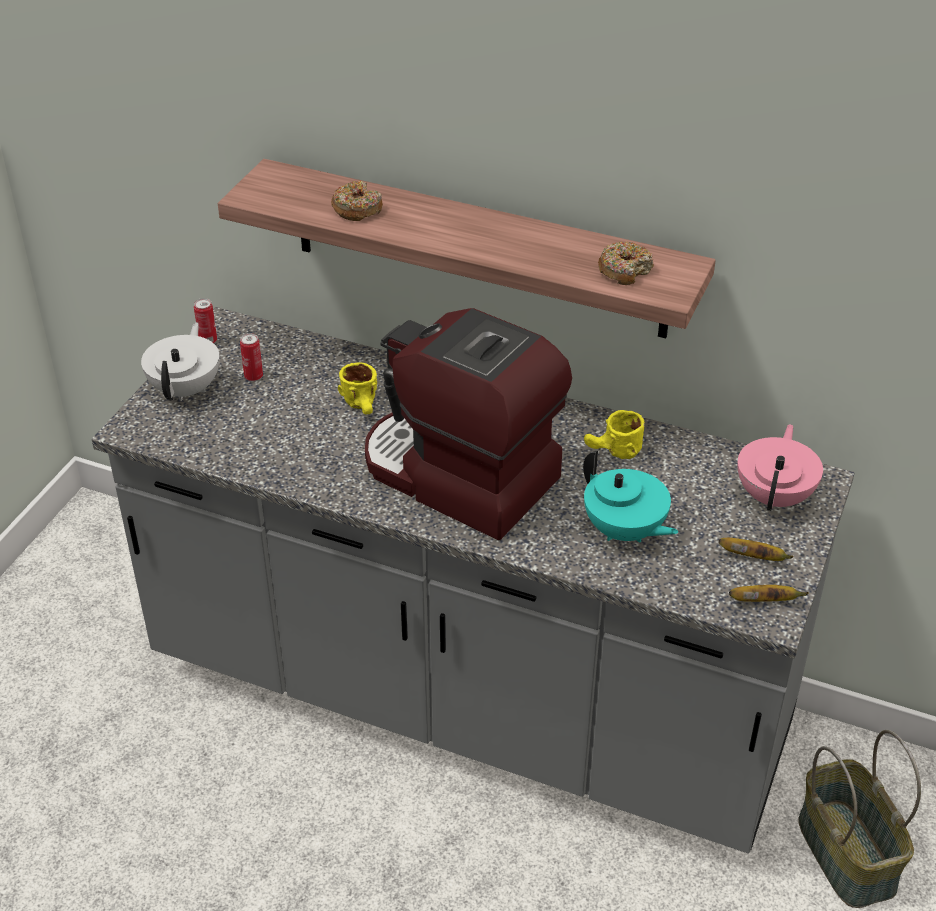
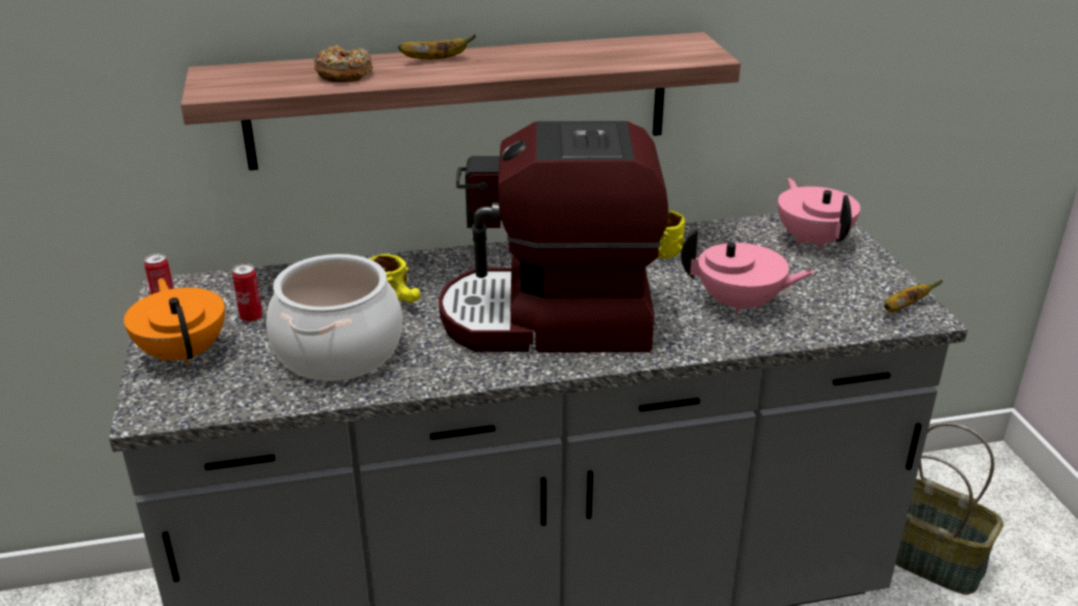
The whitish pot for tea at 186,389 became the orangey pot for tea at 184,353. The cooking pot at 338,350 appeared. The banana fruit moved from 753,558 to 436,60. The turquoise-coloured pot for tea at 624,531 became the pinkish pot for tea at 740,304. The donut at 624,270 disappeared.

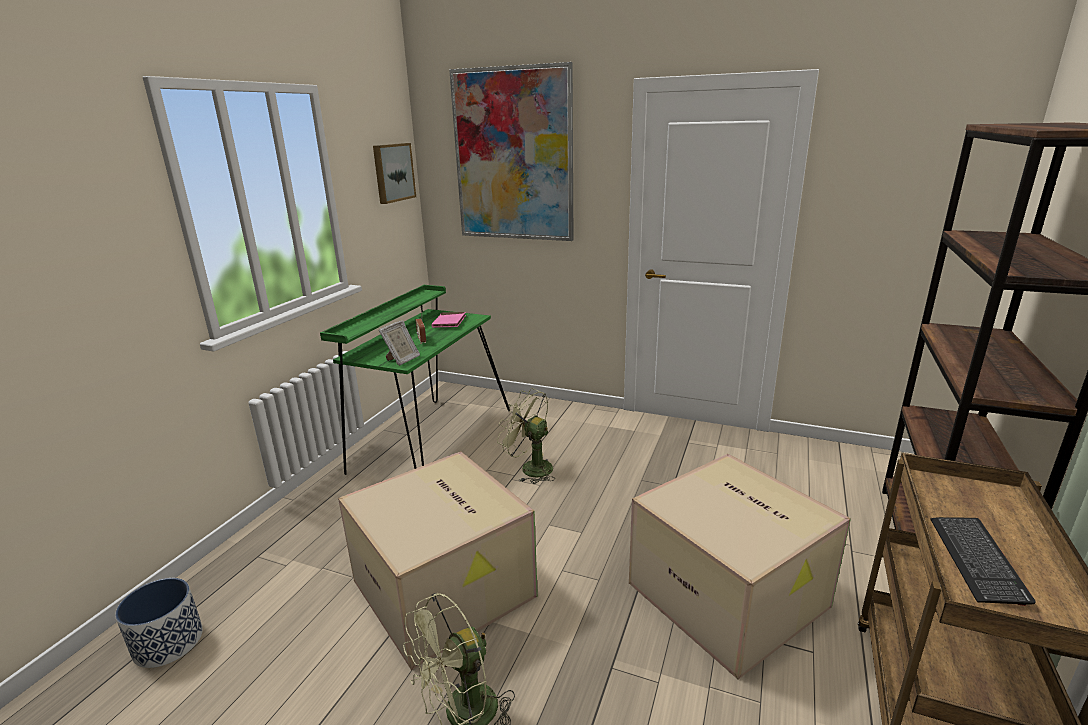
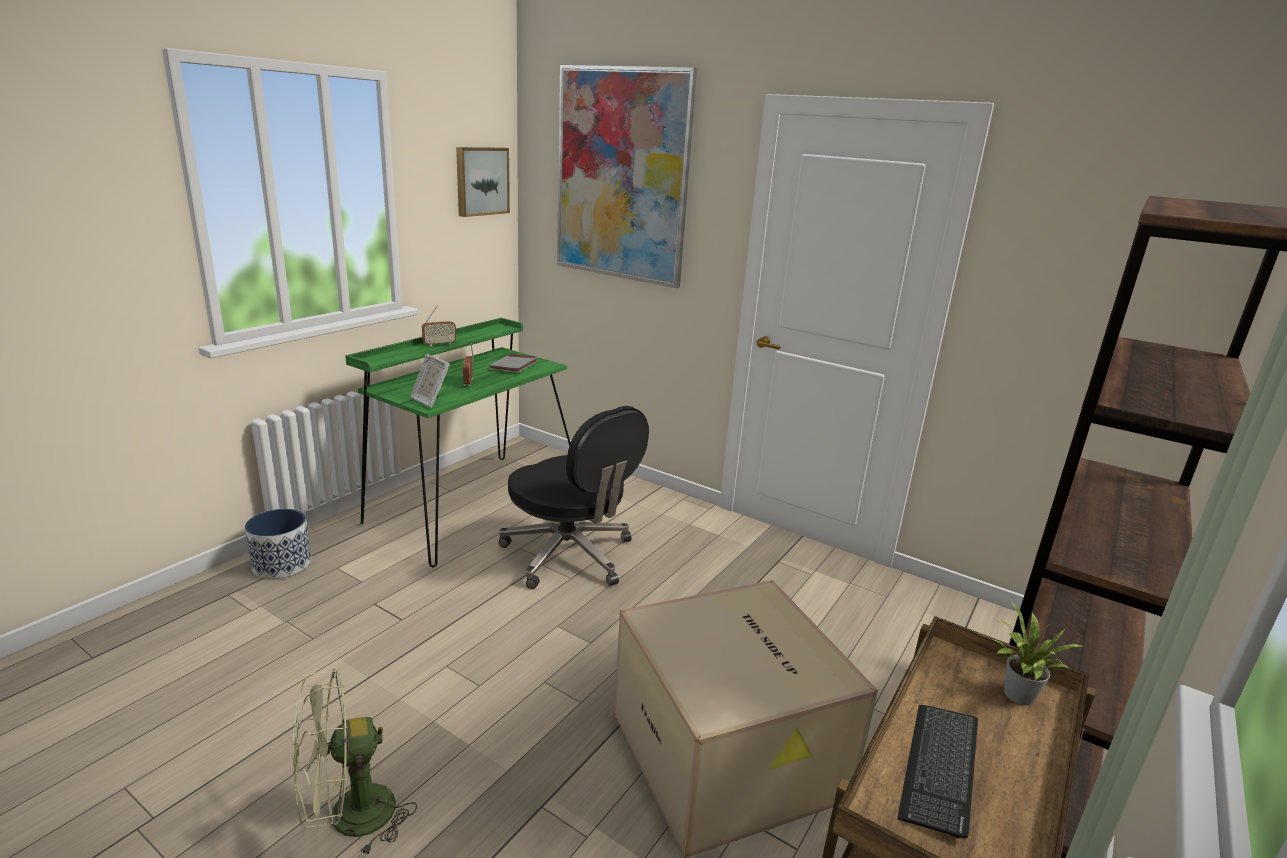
The plant pot moved from 168,642 to 282,564. The standing frame at 402,360 turned 90 degrees clockwise. The radio receiver at 439,344 appeared. The pinkish bound book at 449,322 became the grey bound book at 514,366. The greenish cooling fan at 530,468 was replaced by the black desk chair at 570,555. The plant in a pot at 1016,695 appeared. The cardboard box at 446,588 disappeared.

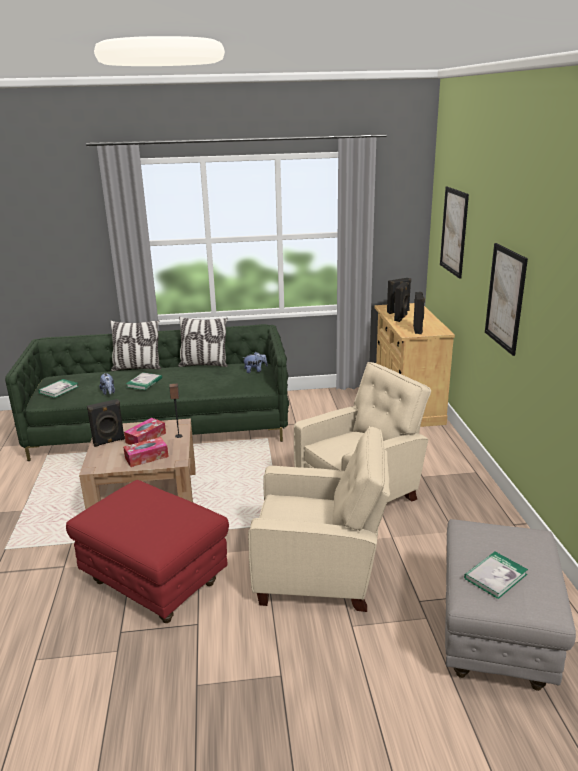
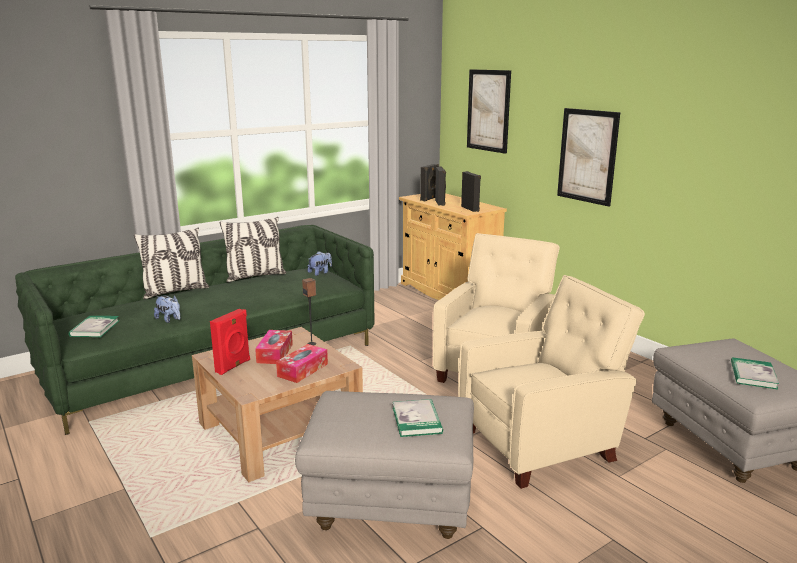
The black audio speaker at 109,442 became the reddish audio speaker at 234,366. The reddish pouffe at 153,583 became the grey pouffe at 389,507. The bound book moved from 144,382 to 417,420.

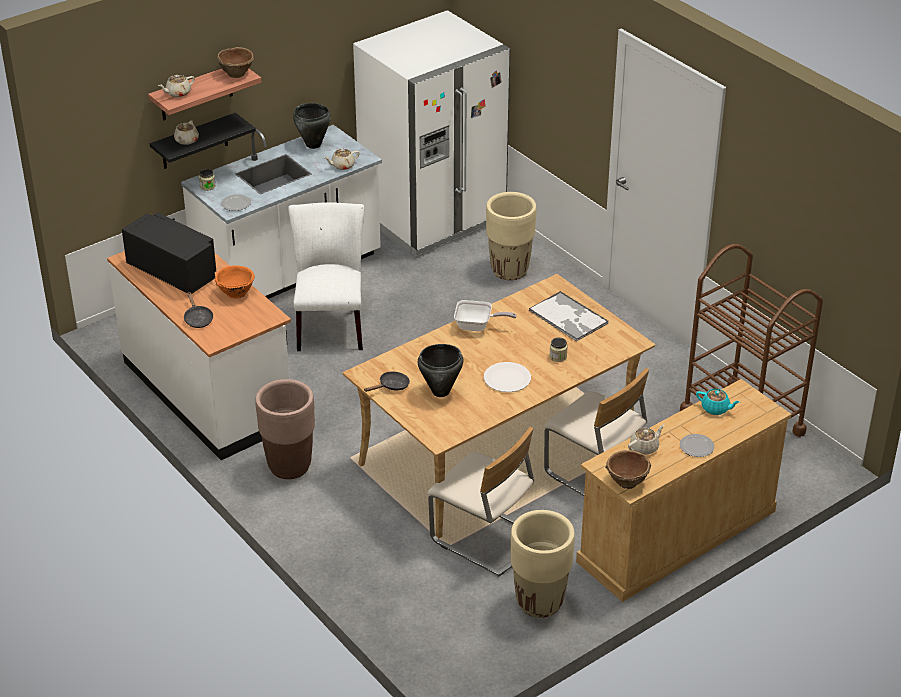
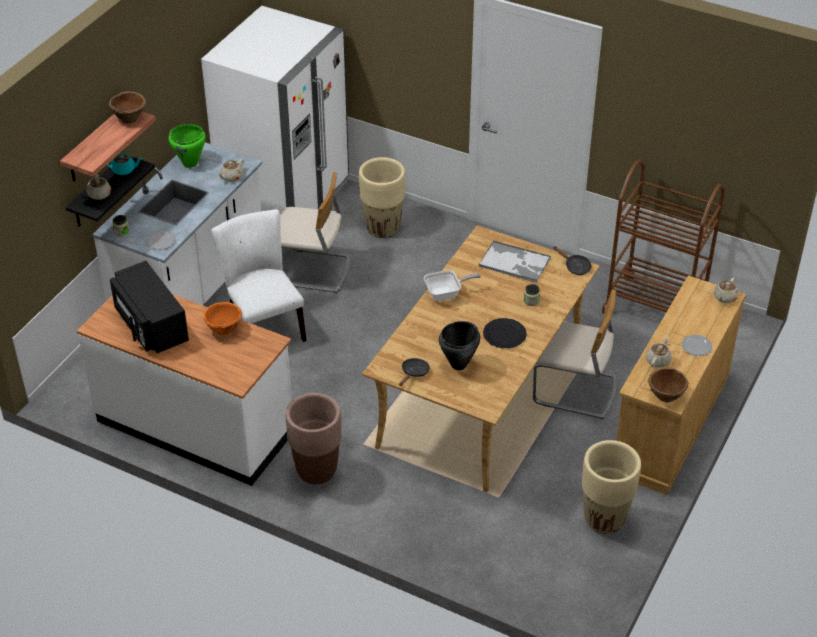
The turquoise-coloured pot for tea moved from 716,409 to 124,170. The black microwave oven at 173,271 turned 135 degrees counterclockwise. The black cooking pot at 313,145 became the greenish cooking pot at 190,163. The sand-coloured plain chair moved from 485,539 to 311,271. The whitish plate at 507,378 became the black plate at 504,334. The black frying pan moved from 197,319 to 575,267. The sand-coloured pot for tea moved from 178,93 to 724,297.

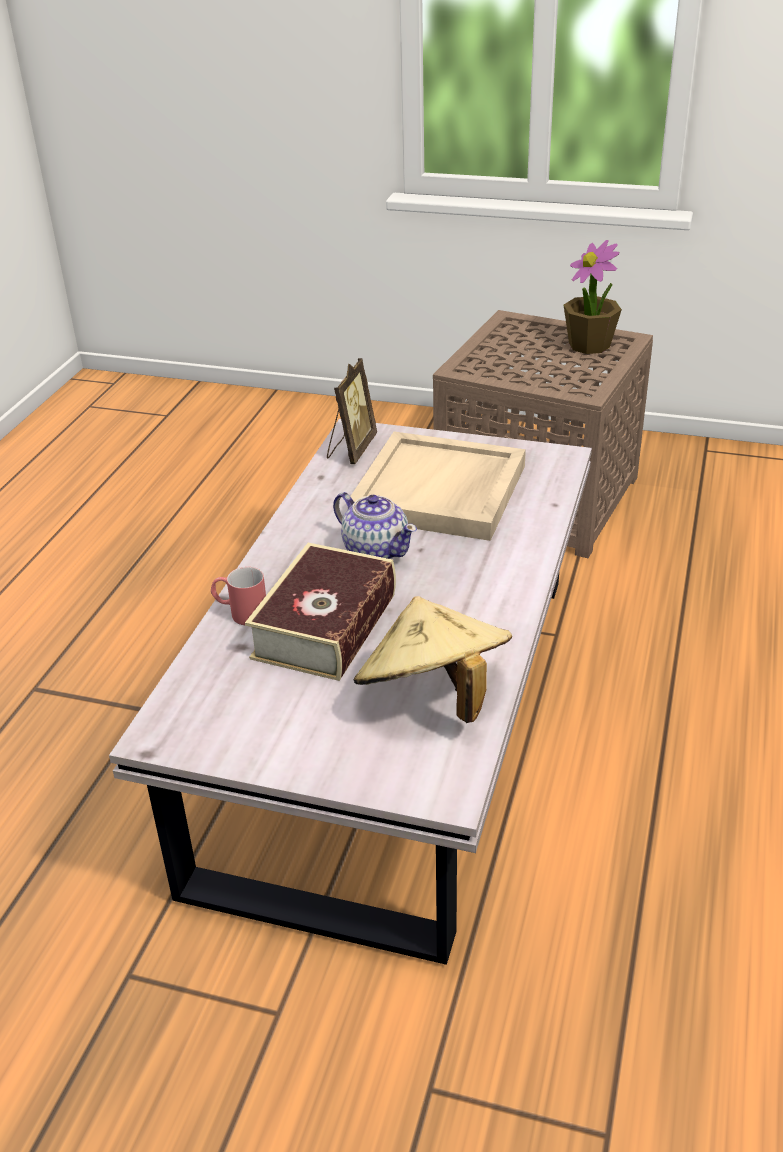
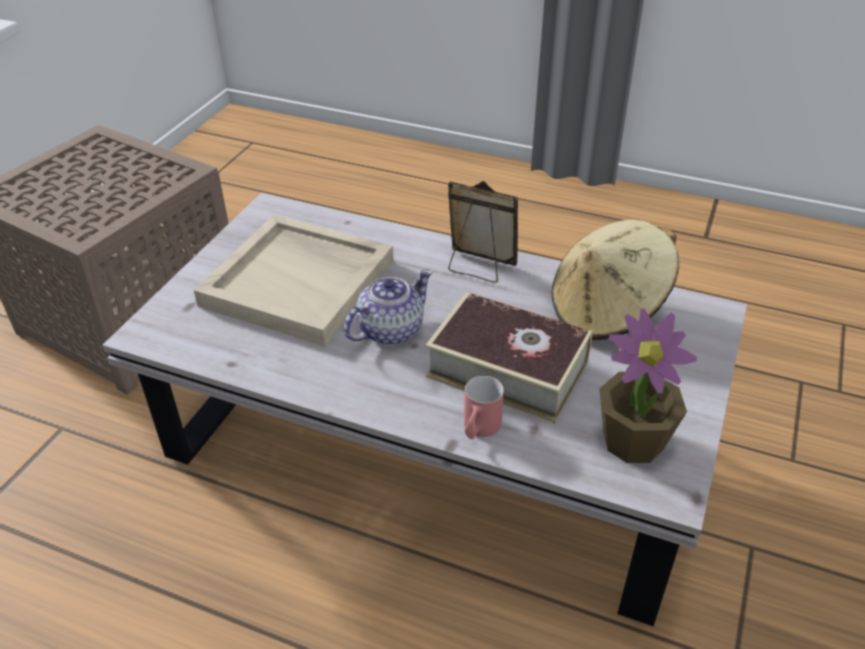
The standing frame moved from 351,449 to 478,267. The plant in a pot moved from 589,345 to 633,441.

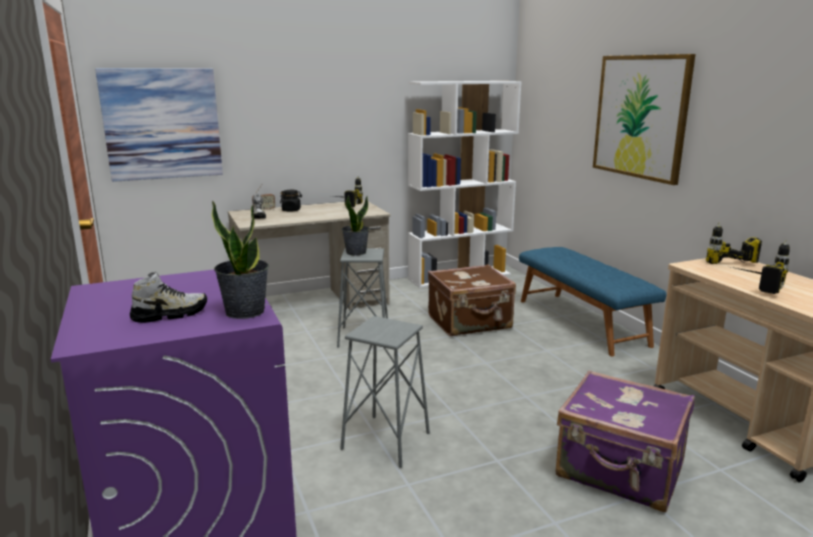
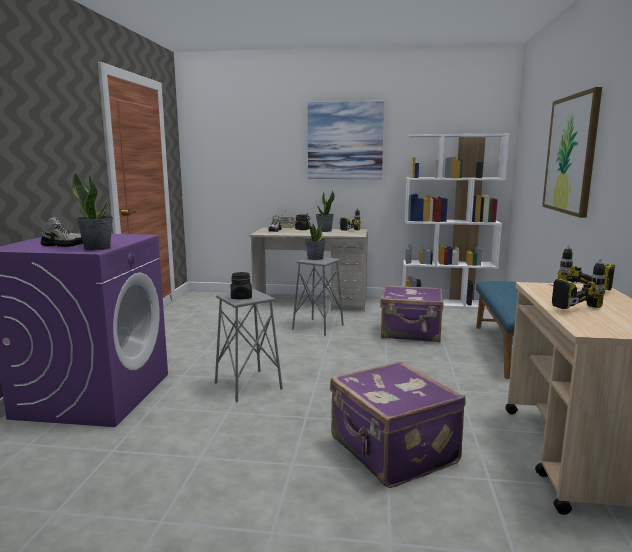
The black preserve jar at 241,297 appeared. The picture moved from 162,124 to 345,140. The plant in a pot at 324,231 appeared. The brownish suitcase at 470,323 became the purple-coloured suitcase at 411,333.

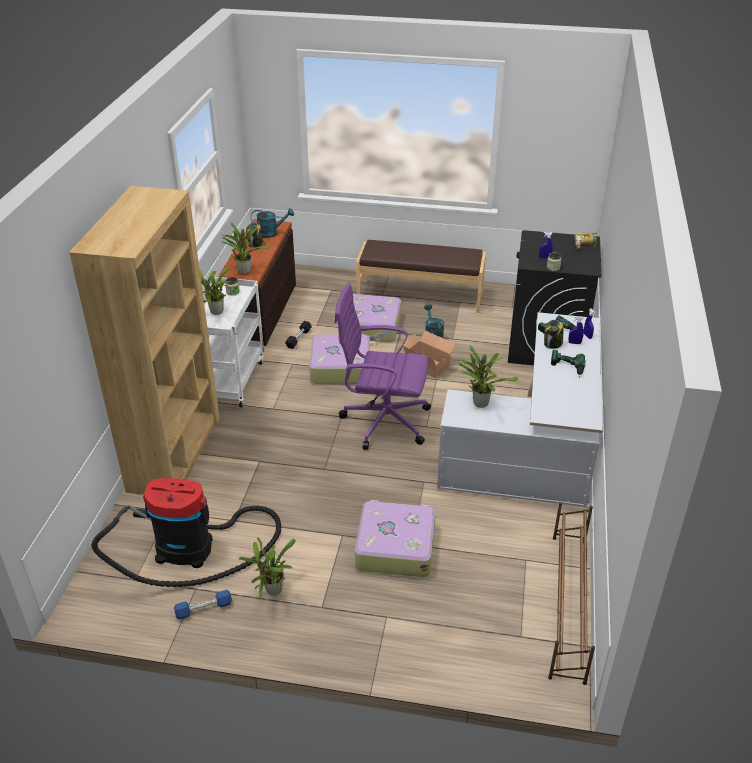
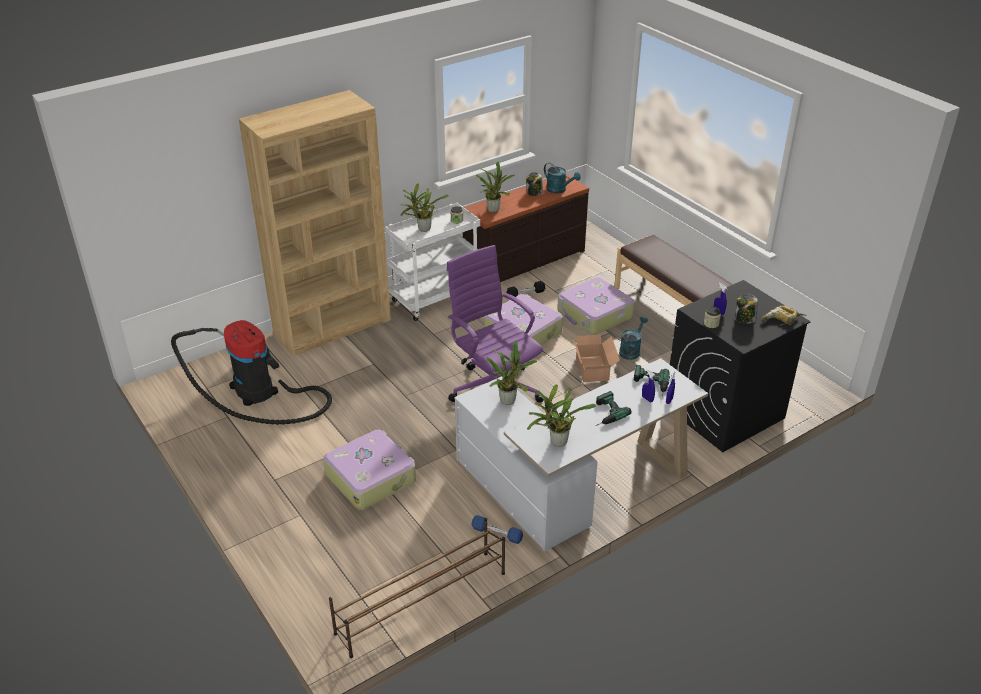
The bluish dumbbell moved from 203,609 to 497,534. The plant in a pot moved from 272,592 to 556,442. The preserve jar moved from 552,344 to 744,319.

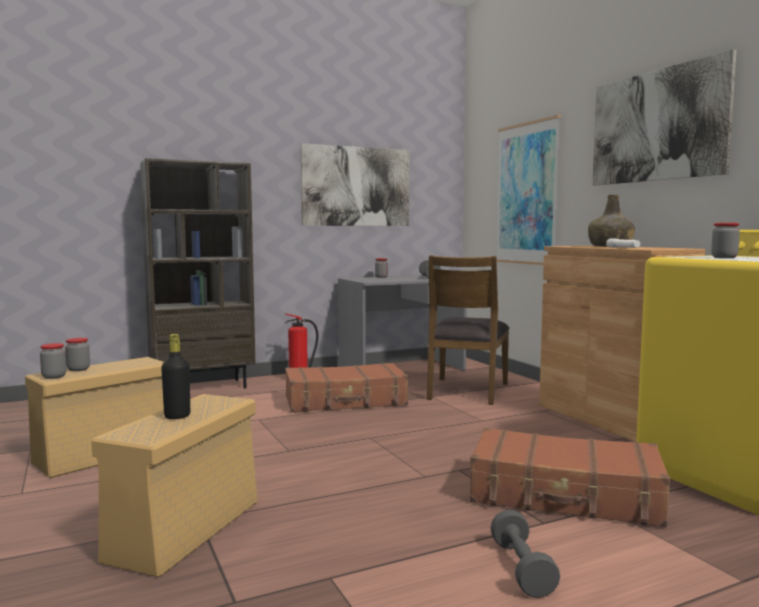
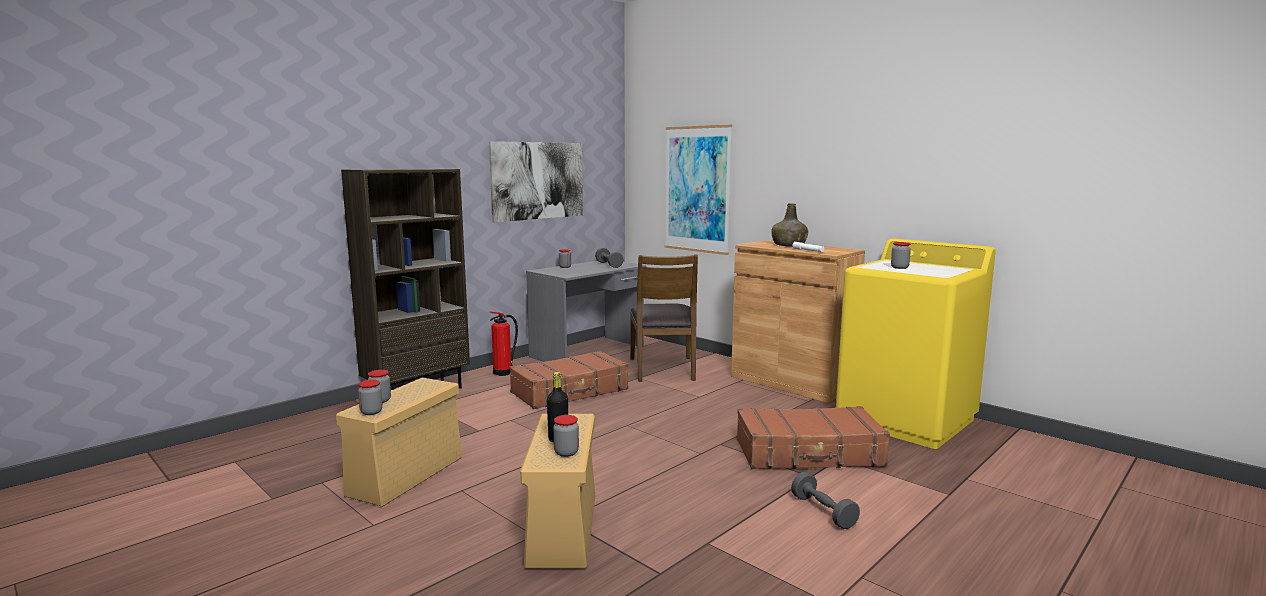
The preserve jar at 566,452 appeared. The picture at 656,125 disappeared.

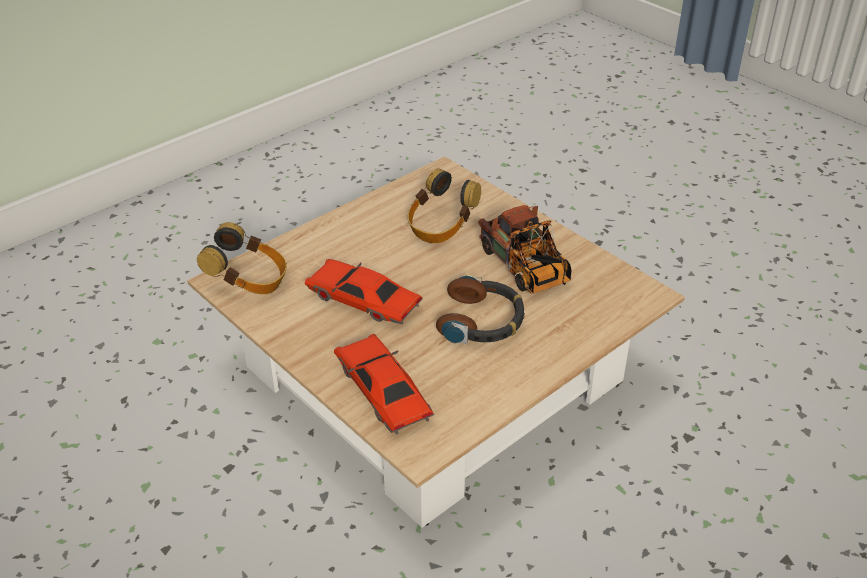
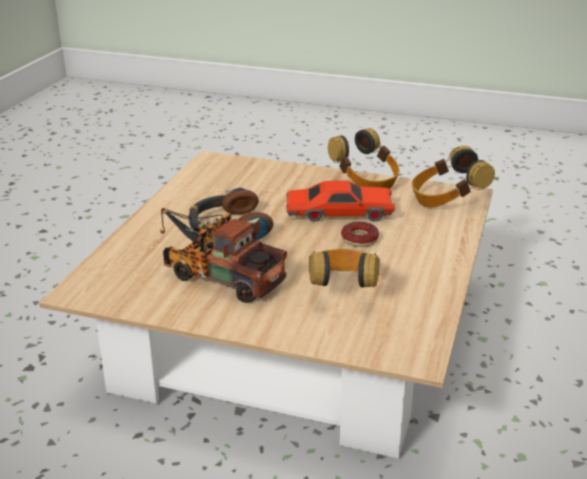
The headset at 365,182 appeared. The donut at 359,239 appeared. The reddish toy car at 383,393 disappeared.

